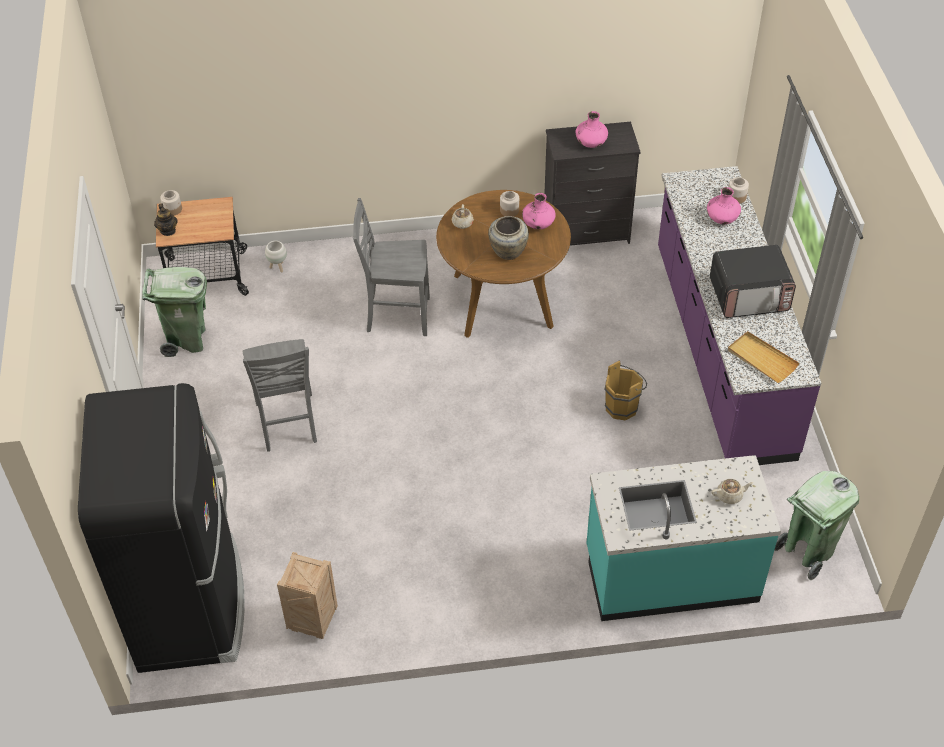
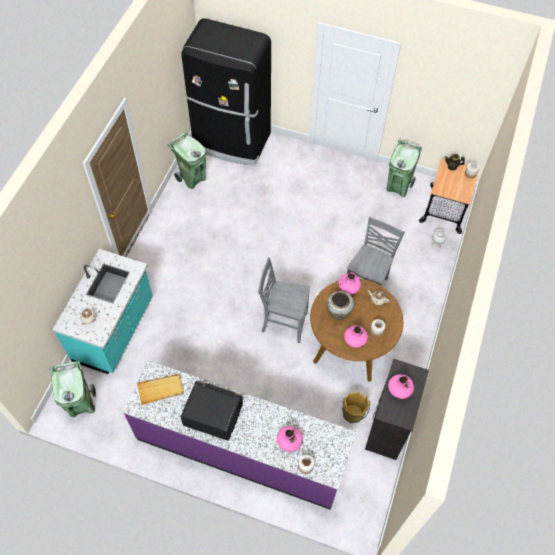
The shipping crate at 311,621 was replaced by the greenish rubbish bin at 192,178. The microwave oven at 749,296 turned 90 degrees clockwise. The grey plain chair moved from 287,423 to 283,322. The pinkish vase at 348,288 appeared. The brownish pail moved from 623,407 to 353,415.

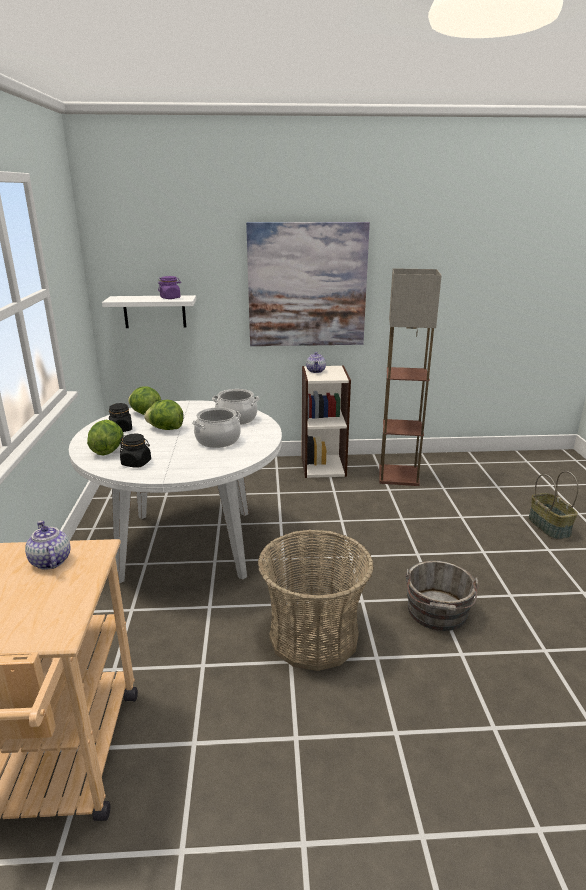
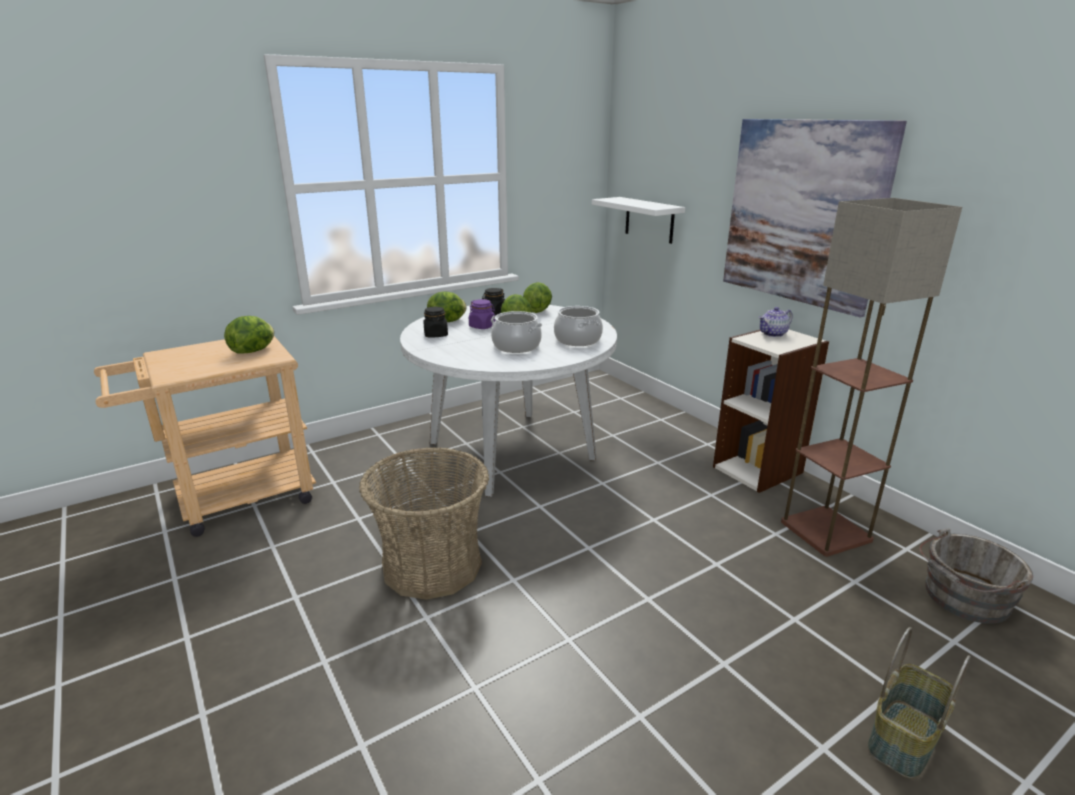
The pot for tea at 50,561 was replaced by the lettuce head at 253,351. The purple-coloured preserve jar moved from 170,298 to 482,326. The grey pail moved from 437,613 to 963,598.

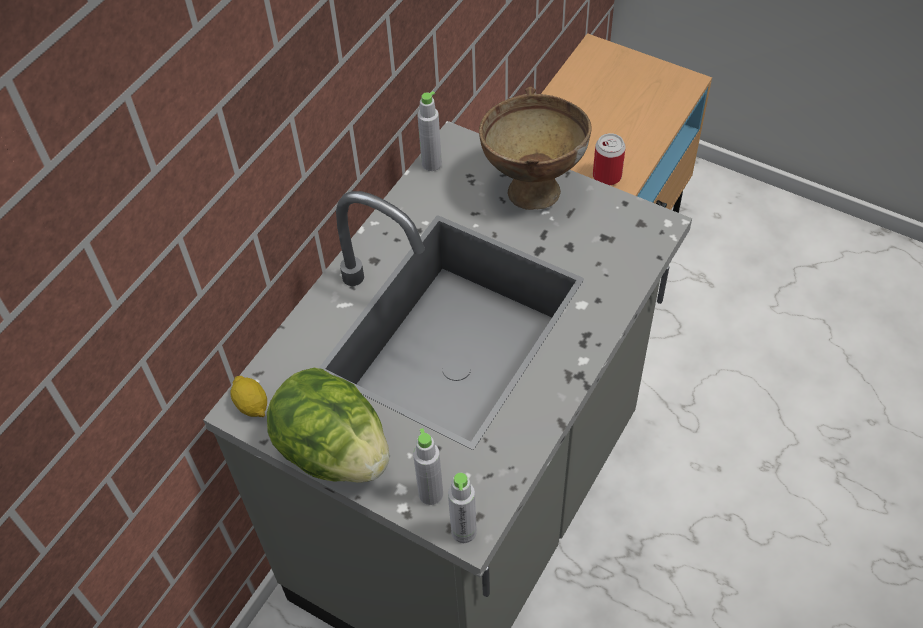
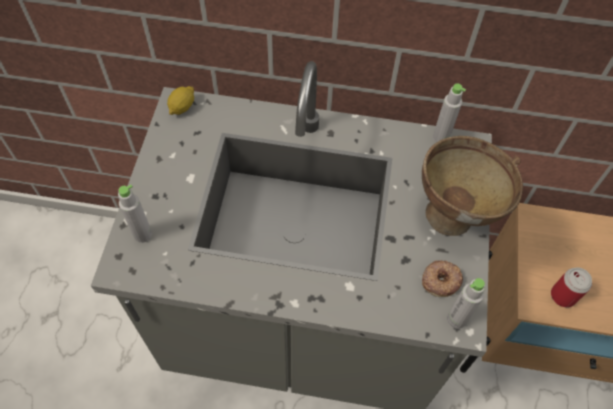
The donut at 441,280 appeared. The grey drink bottle moved from 464,531 to 456,319. The lettuce head at 334,451 disappeared.

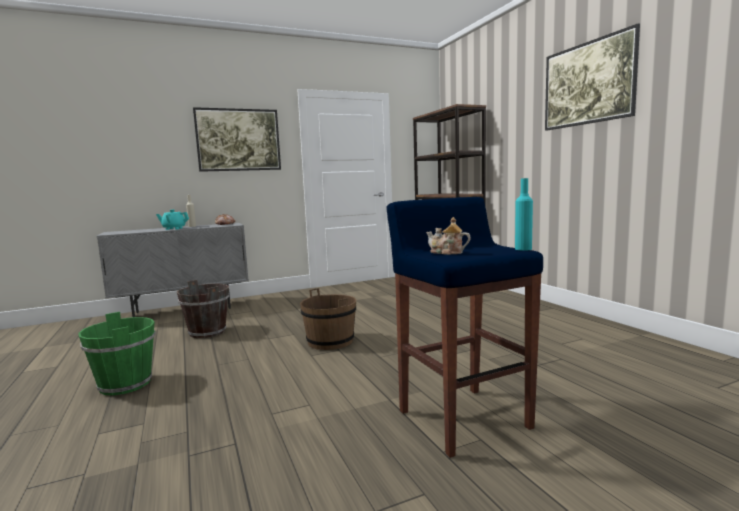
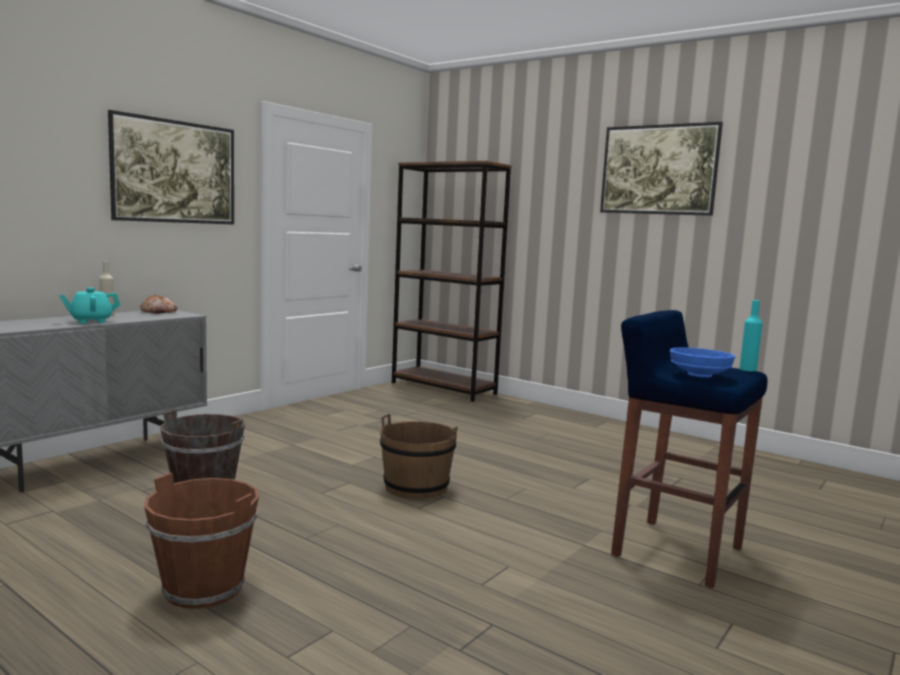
The greenish pail at 126,384 became the brownish pail at 204,588. The pot for tea at 447,252 was replaced by the bluish bowl at 700,375.

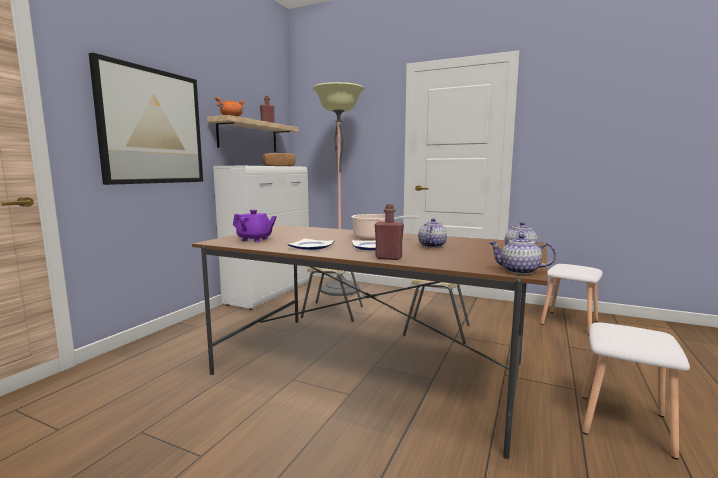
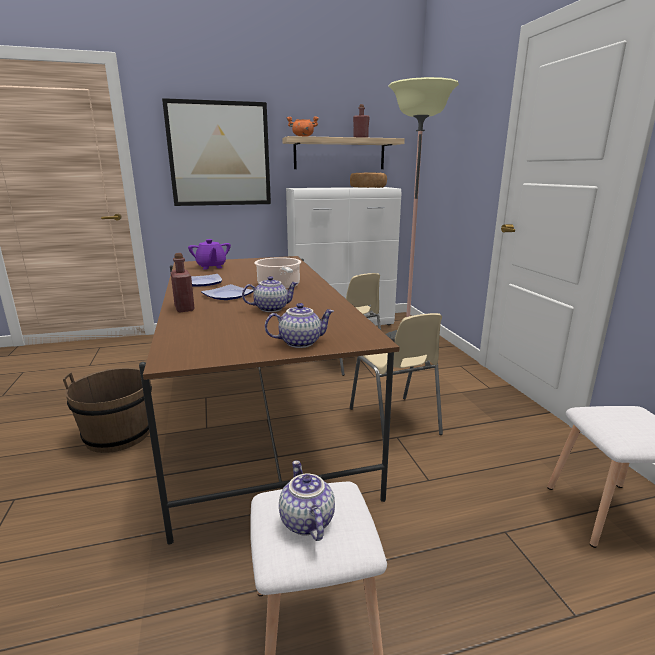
The brownish pail at 118,434 appeared. The pot for tea moved from 519,271 to 305,521.

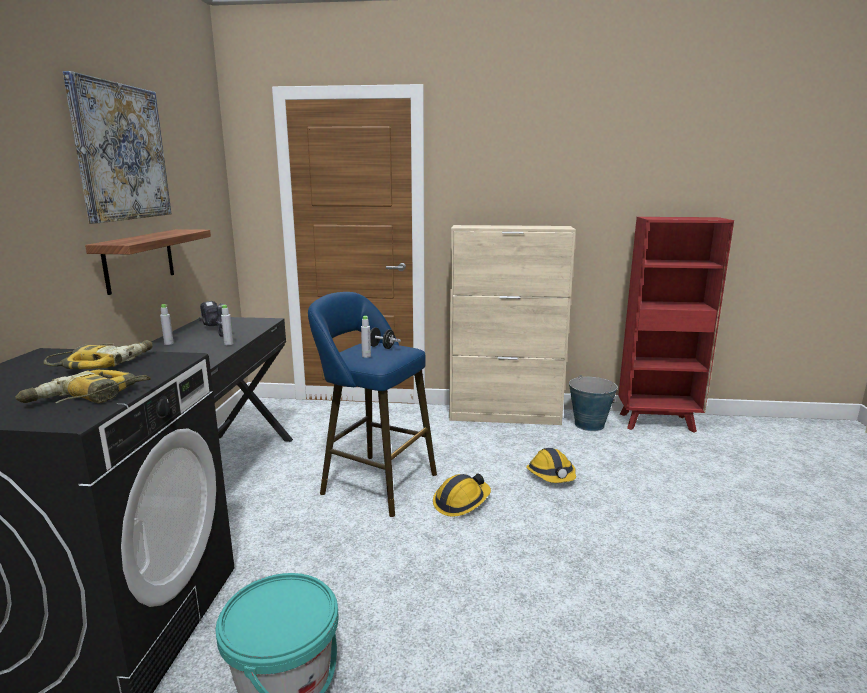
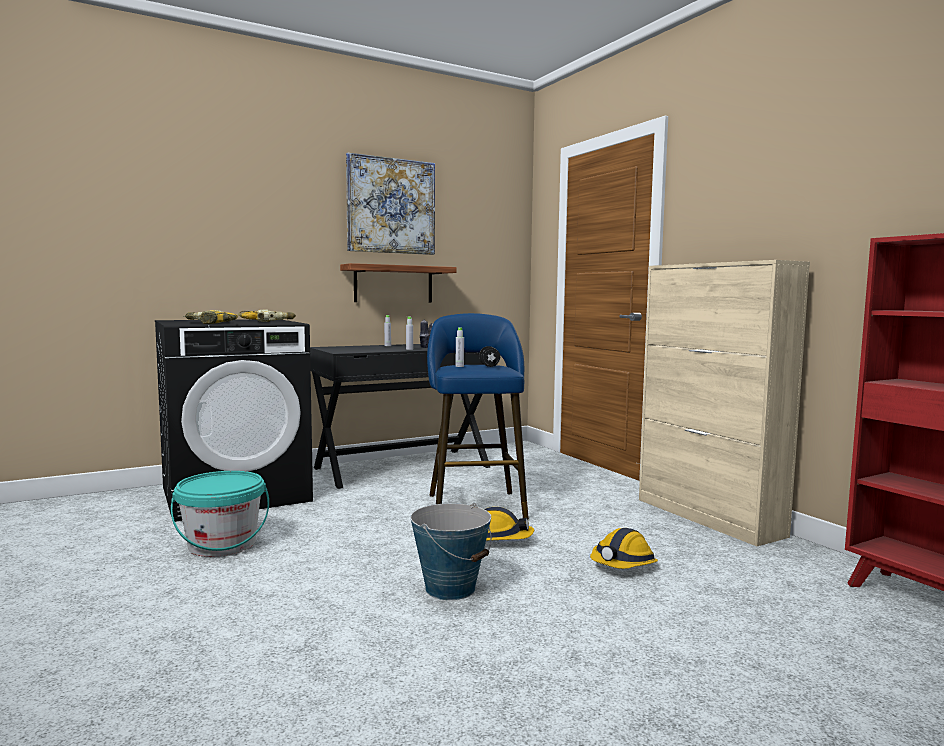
The pail moved from 589,424 to 450,588.

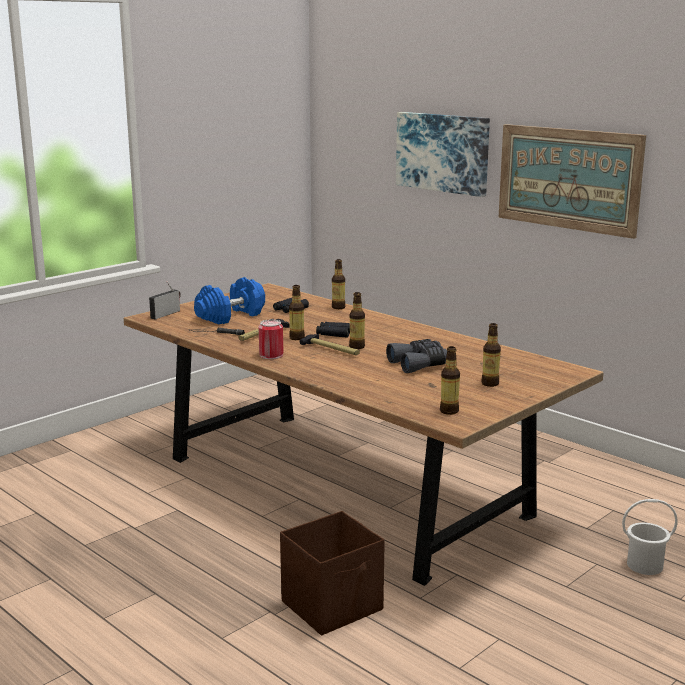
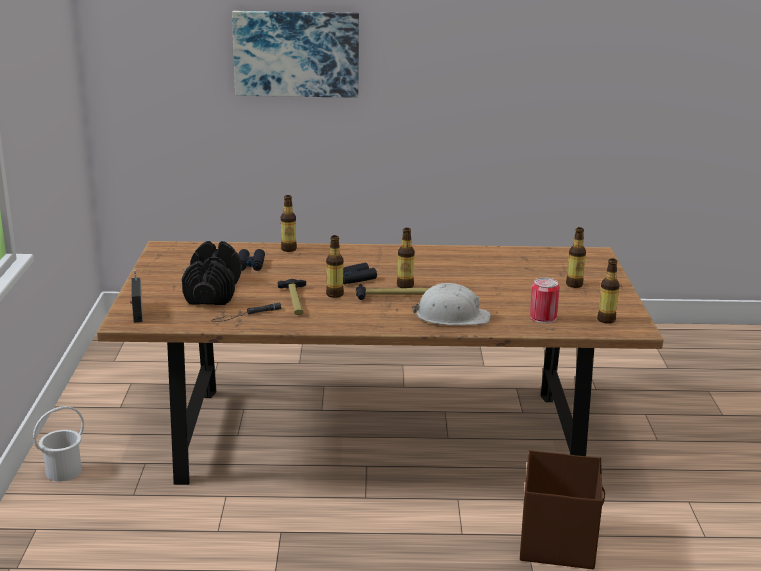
The whitish pail moved from 645,566 to 64,472. The bluish dumbbell at 230,316 became the black dumbbell at 213,292. The whitish hard hat at 452,316 appeared. The metal can moved from 271,355 to 543,317. The grey field glasses at 420,364 disappeared. The picture at 568,179 disappeared.

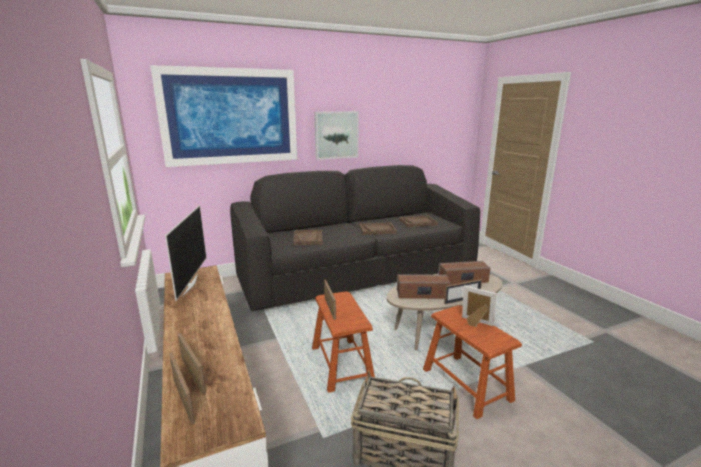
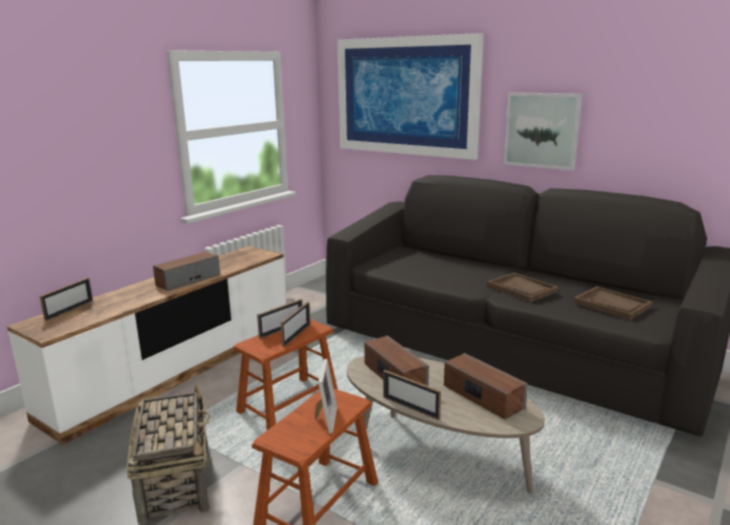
The audio speaker at 188,280 appeared. The standing frame moved from 193,375 to 296,335. The TV at 189,285 disappeared. The brownish serving tray at 308,238 disappeared.

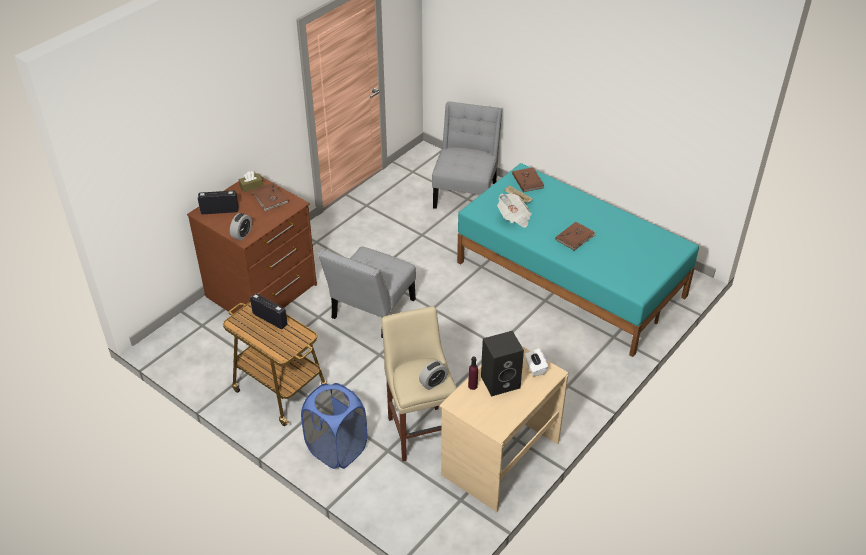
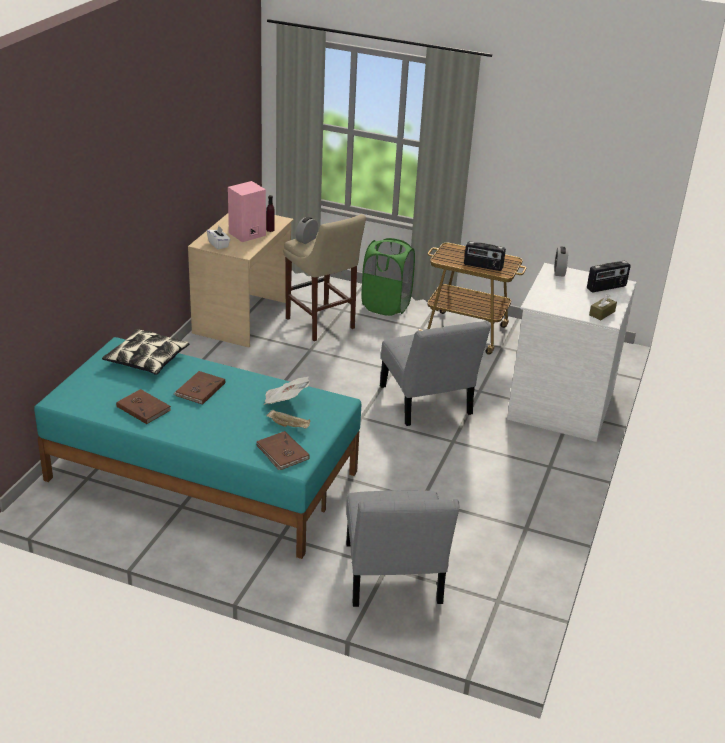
The pillow at 146,359 appeared. The brownish bound book moved from 269,198 to 144,408. The black audio speaker at 501,381 became the pinkish audio speaker at 247,234. The bluish laundry basket at 336,449 became the greenish laundry basket at 386,305. The grey plain chair at 370,312 turned 150 degrees clockwise. The brownish drawer chest at 262,291 became the whitish drawer chest at 559,404.

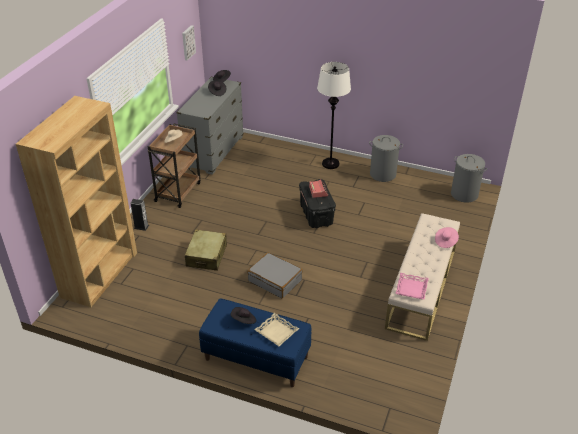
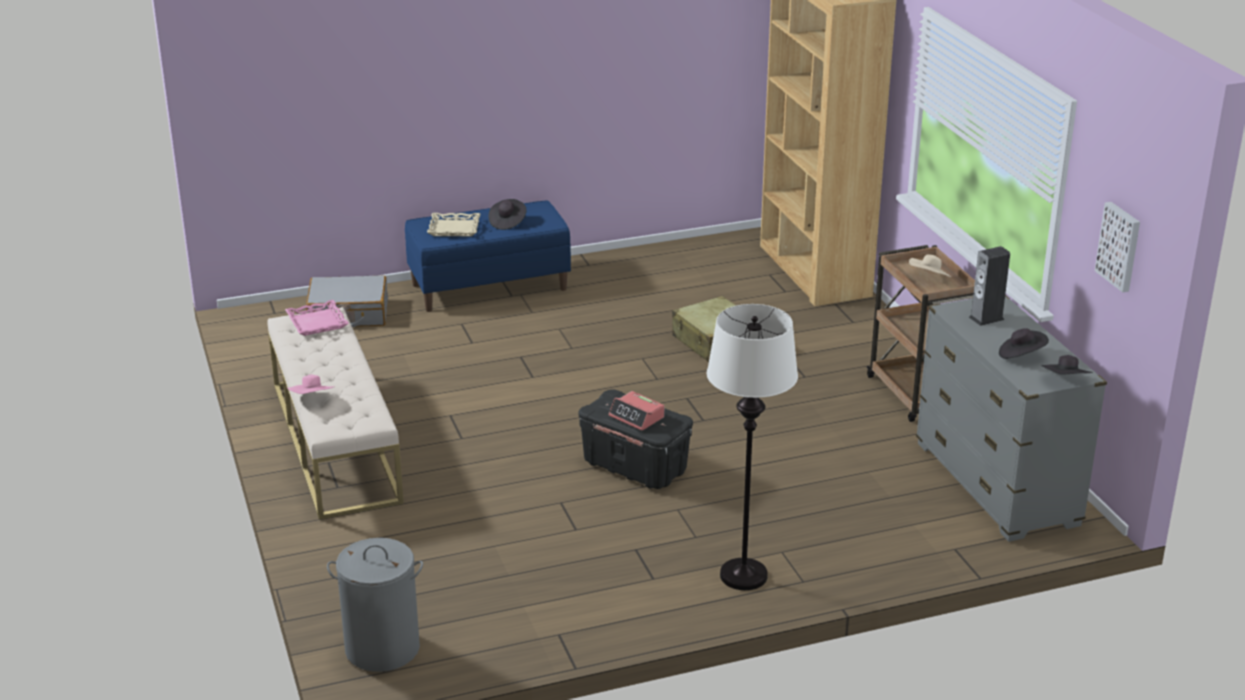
The grey suitcase moved from 275,280 to 348,314. The audio speaker moved from 141,227 to 986,318. The grey laundry basket at 383,174 disappeared.

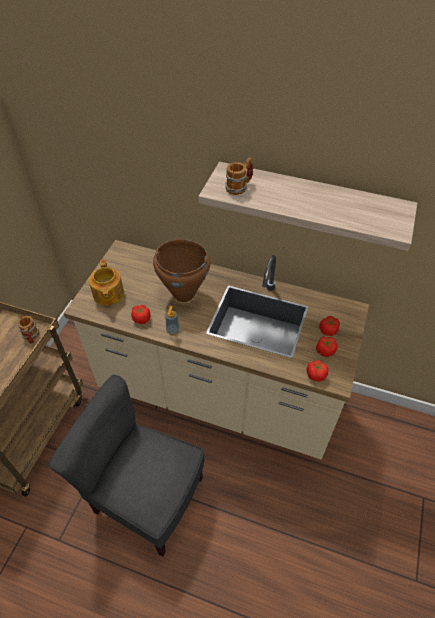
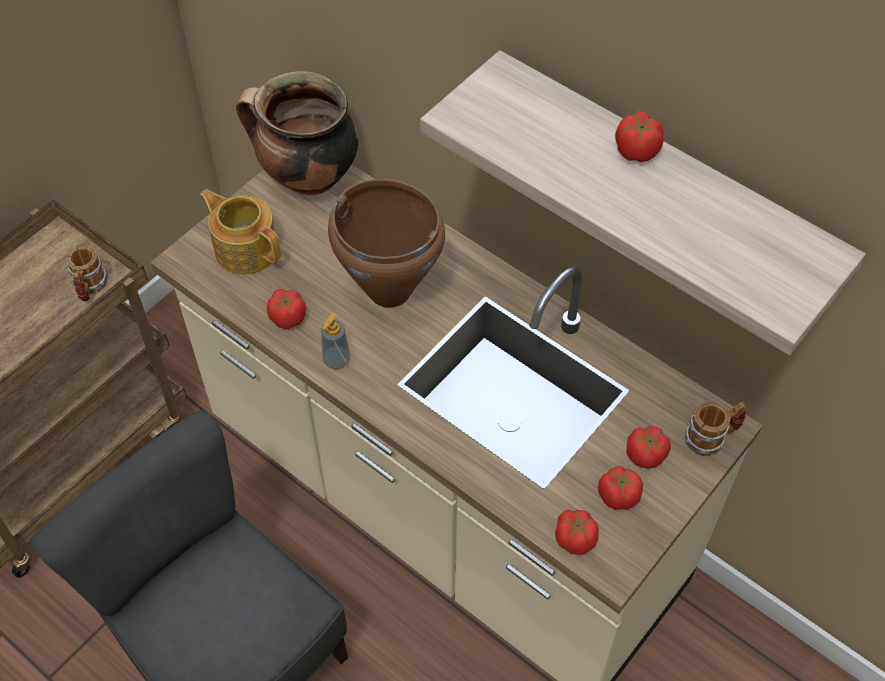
The pot for tea at 108,294 turned 120 degrees clockwise. The cooking pot at 307,178 appeared. The whole tomato at 636,150 appeared. The coffee mug moved from 239,187 to 712,437.

